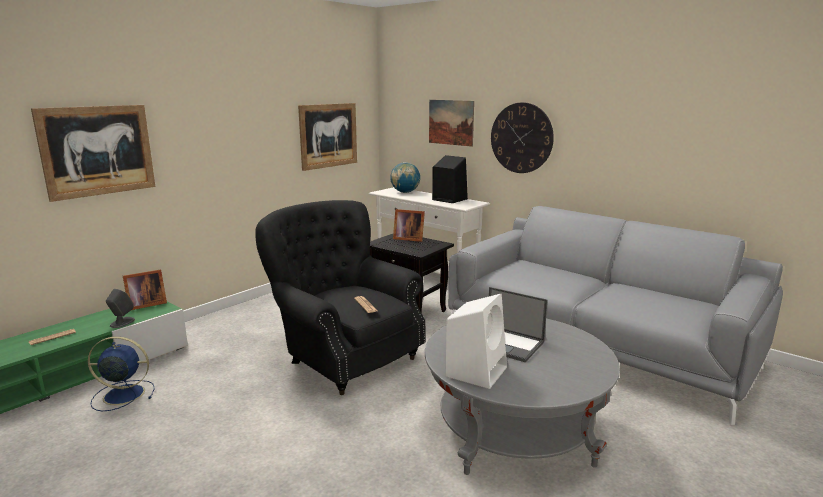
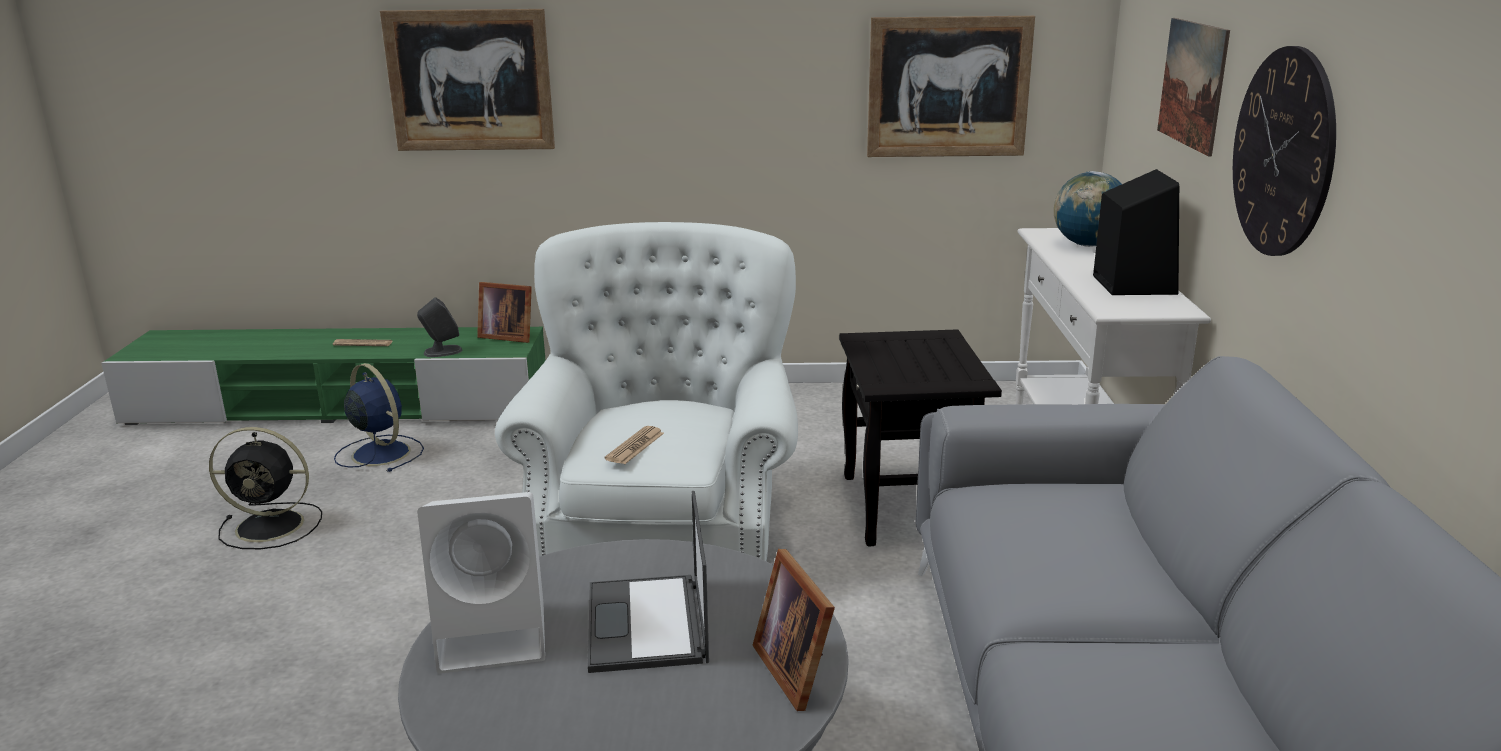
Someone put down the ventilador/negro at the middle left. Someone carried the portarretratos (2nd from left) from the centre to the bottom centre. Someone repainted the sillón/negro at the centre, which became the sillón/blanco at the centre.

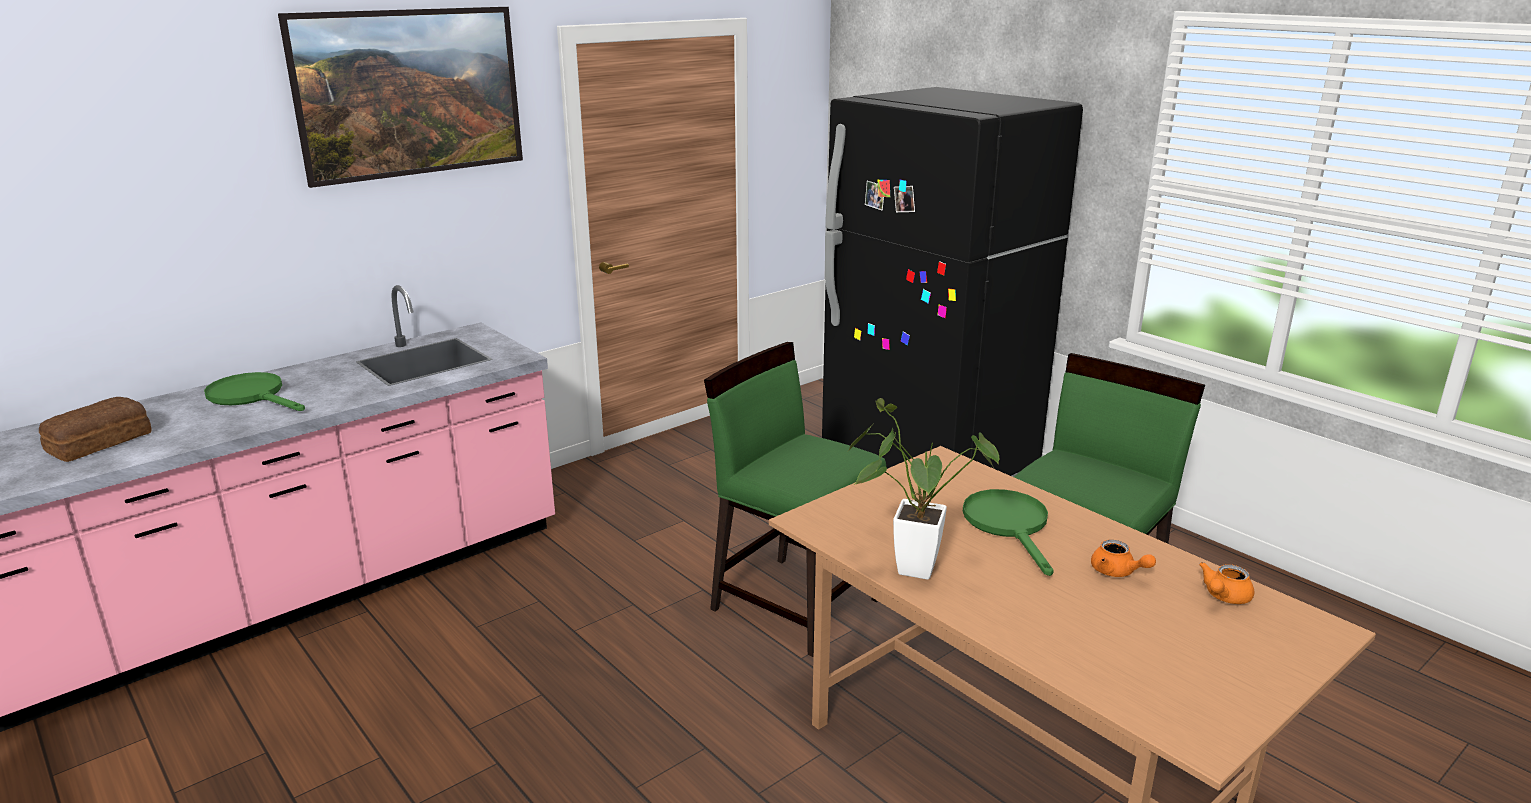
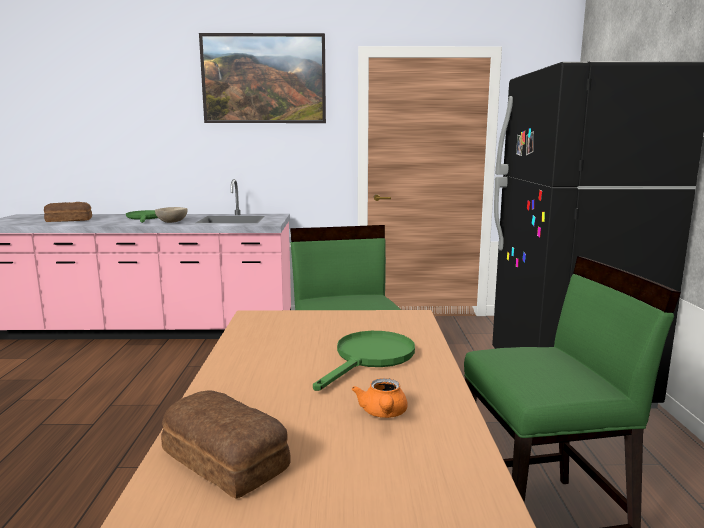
Someone took away the planta en maceta at the centre. Someone took away the tetera/naranja (2nd from left) at the bottom right. Someone put down the cuenco/beis at the middle left. Someone put down the pan (2nd from left) at the bottom left.

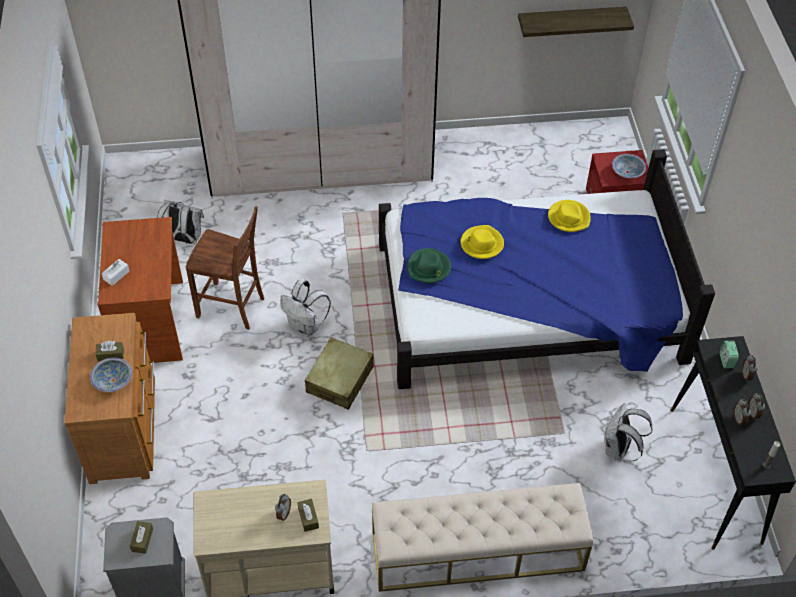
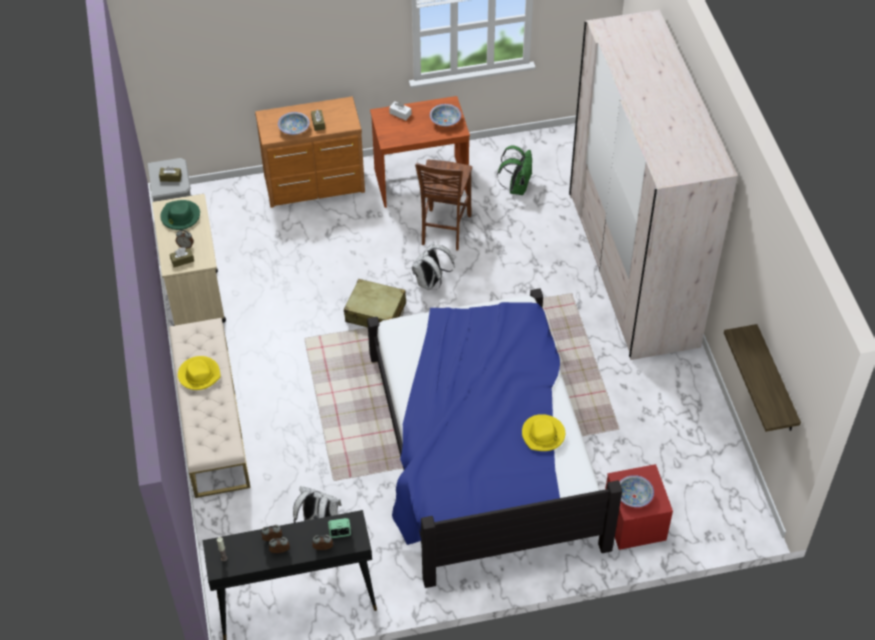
Someone put down the cuenco (2nd from left) at the top centre. Someone carried the sombrero/verde from the centre to the middle left. Someone carried the sombrero/amarillo (1st from left) from the centre to the middle left. Someone repainted the mochila/blanco (1st from left) at the middle left, which became the mochila/verde at the top centre.

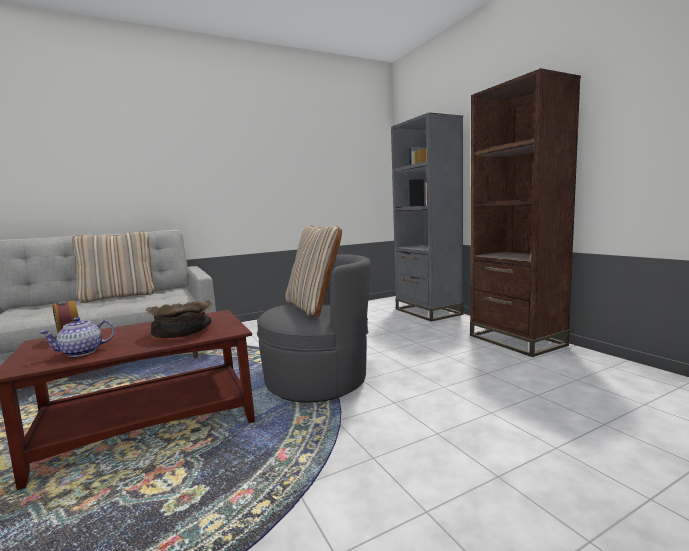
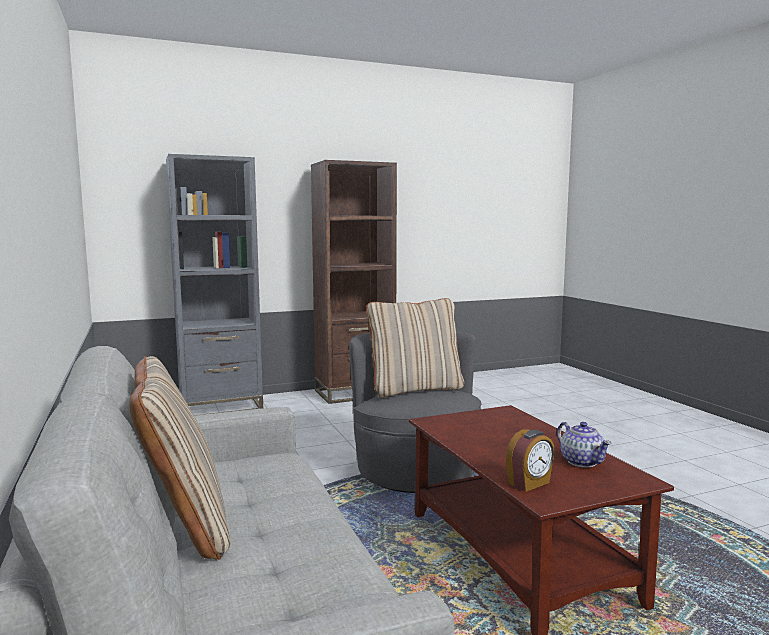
Someone took away the cuenco/marrón at the middle left.

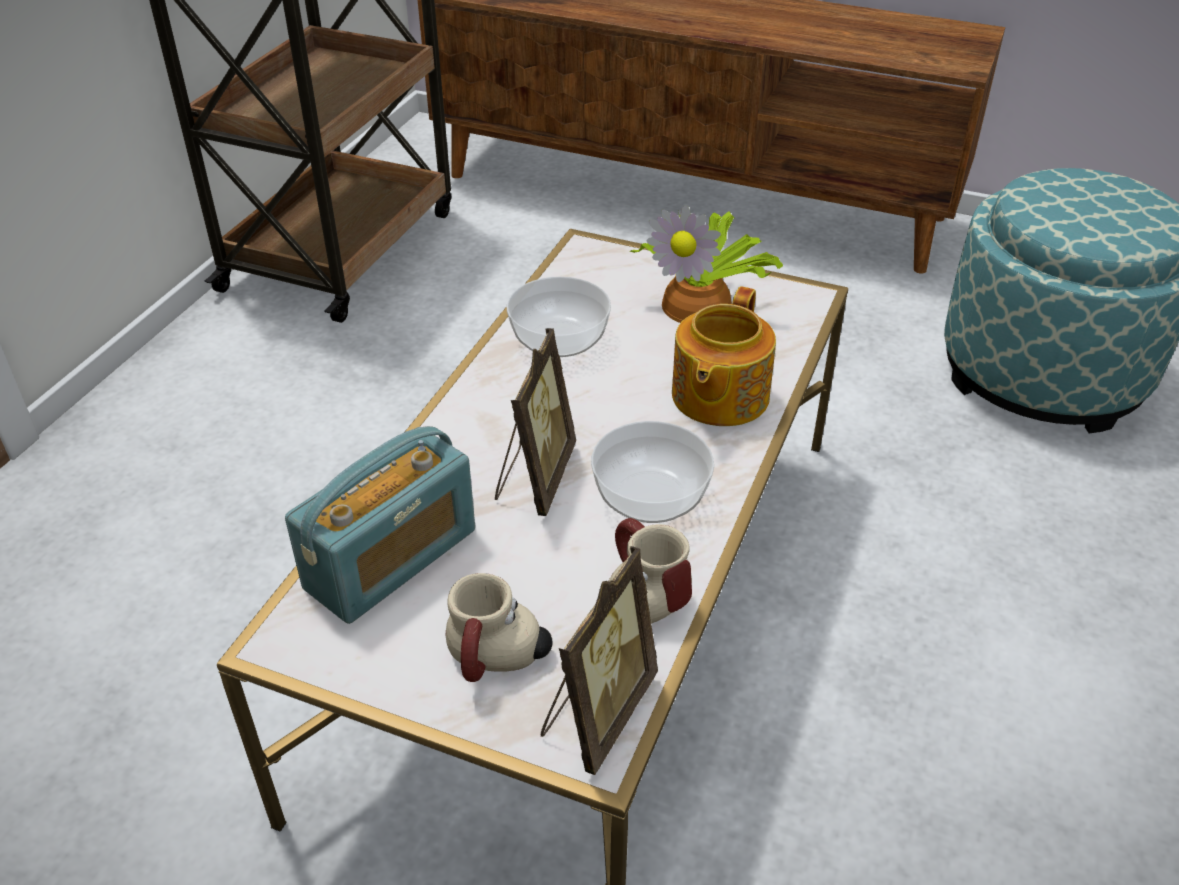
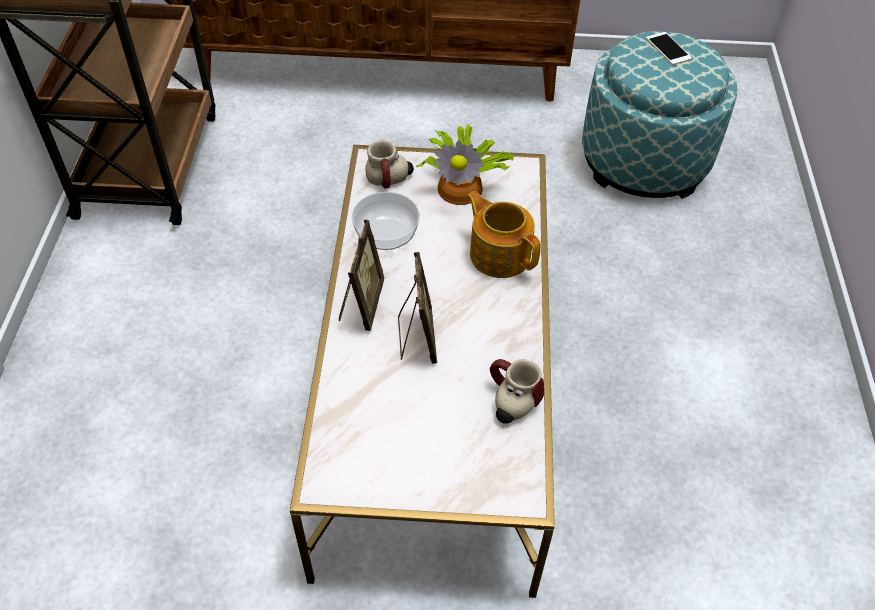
Someone took away the radio at the middle left. Someone took away the cuenco (2nd from left) at the centre. Someone put down the móvil at the top right. Someone carried the taza grande (1st from left) from the bottom centre to the top centre. Someone carried the portarretratos (2nd from left in the first image) from the bottom centre to the centre. Someone rotated the tetera at the centre by 135 degrees clockwise.

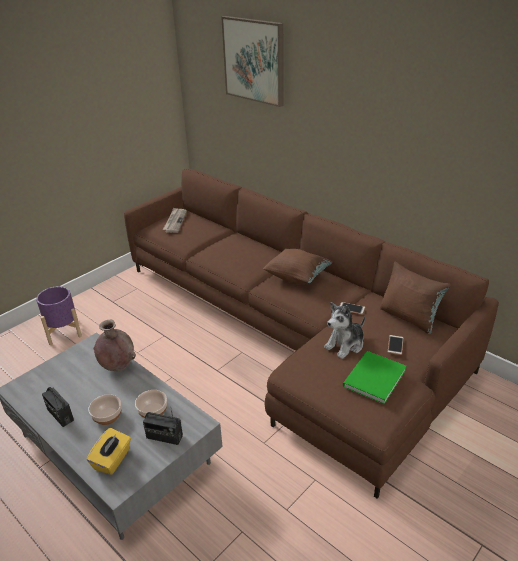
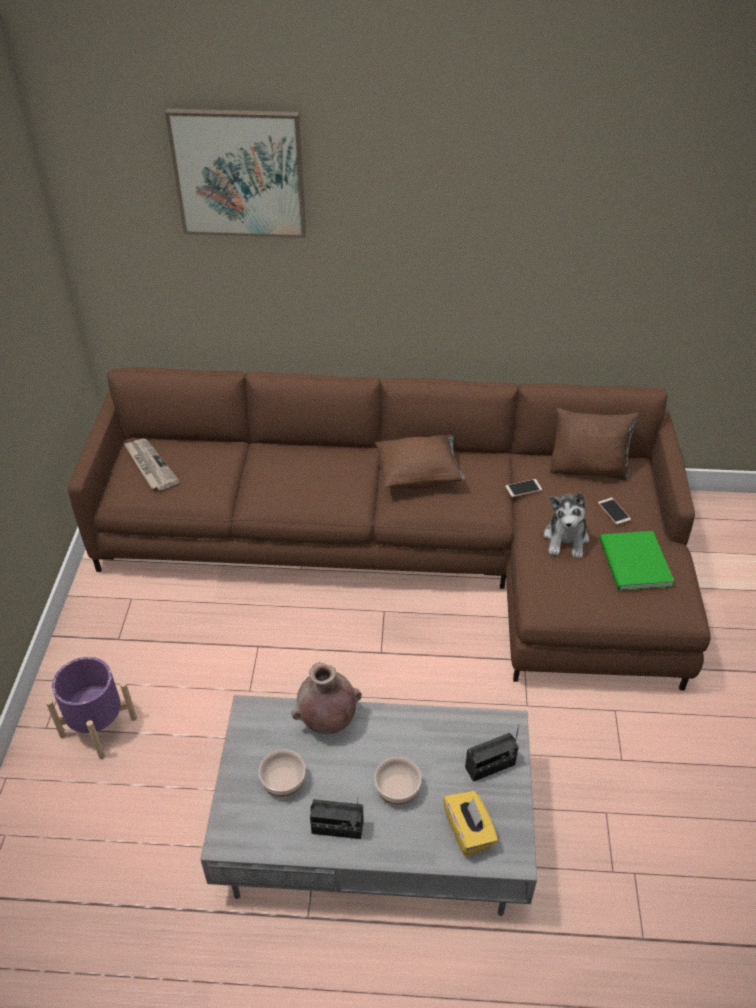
Someone carried the cuenco (2nd from left in the first image) from the bottom left to the bottom centre.

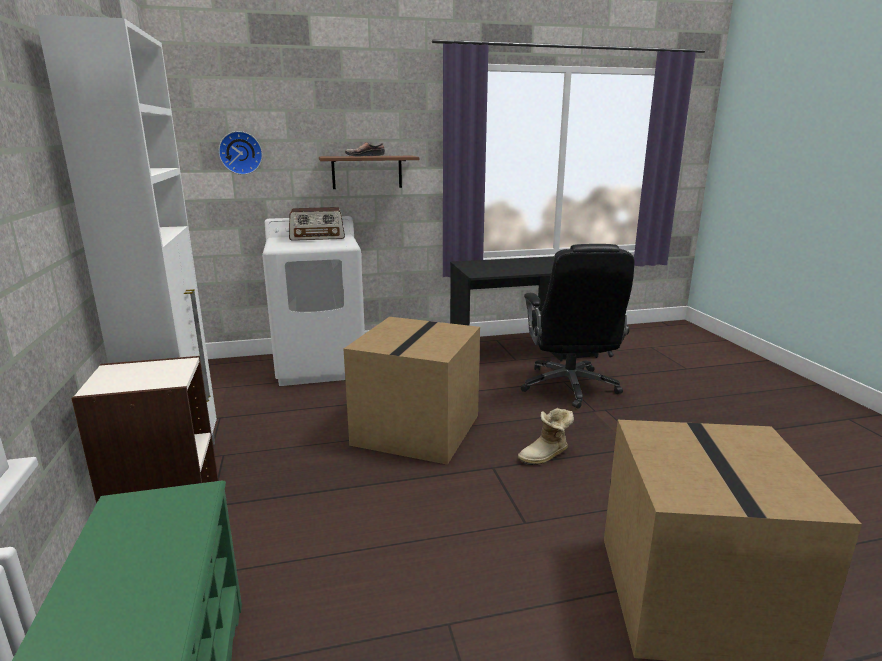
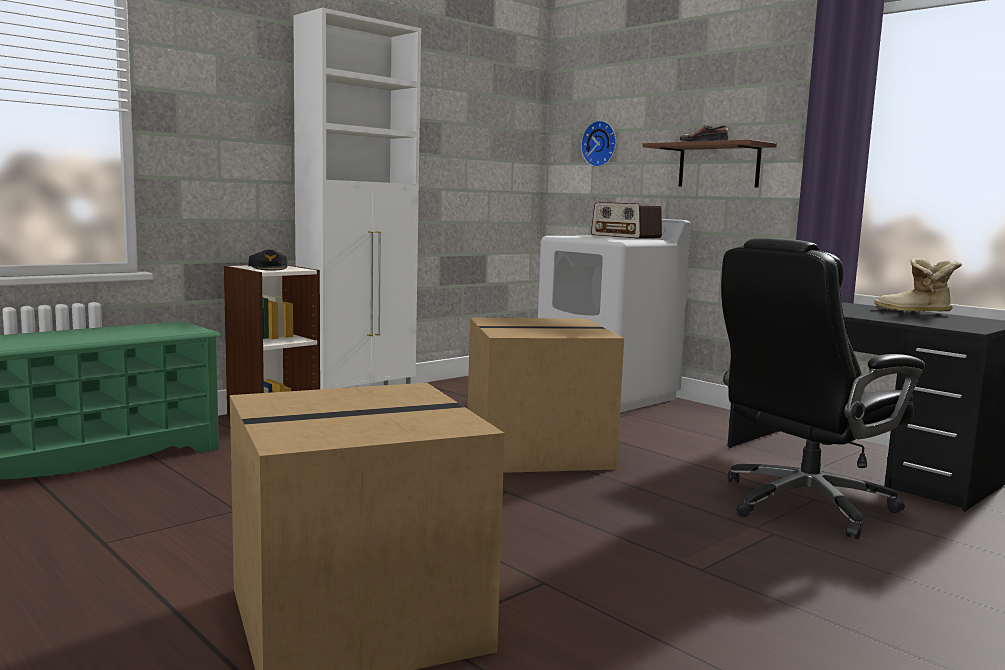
Someone put down the gorra/negro at the middle left. Someone carried the bota from the centre to the middle right.

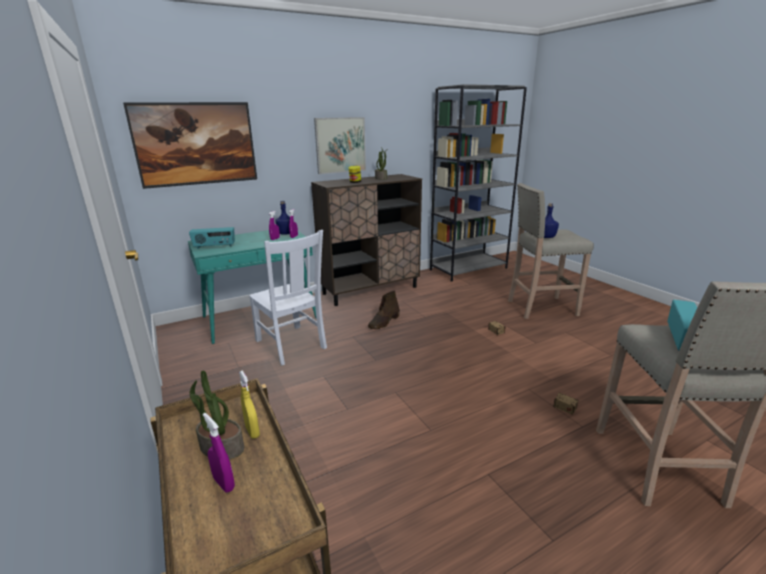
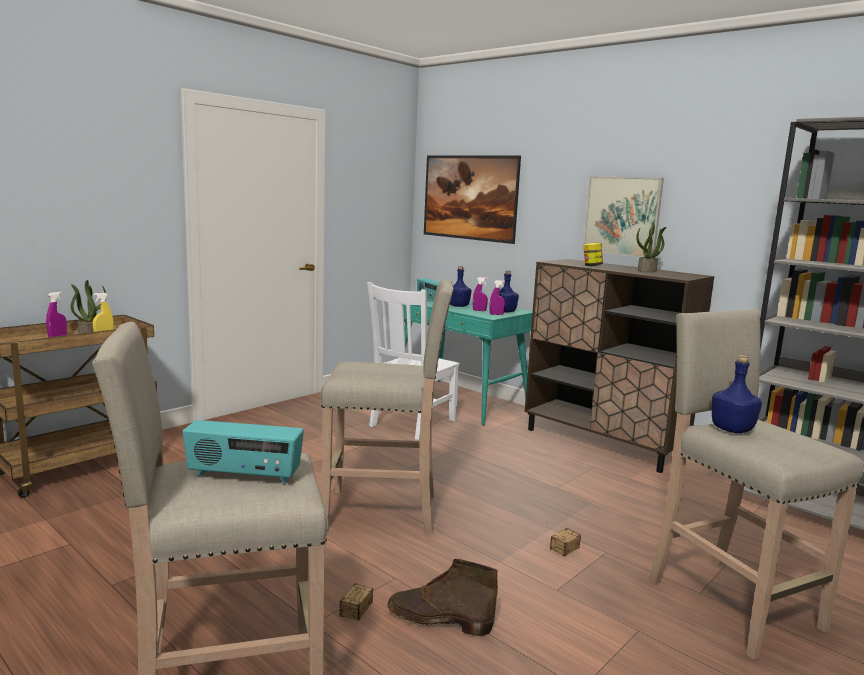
Someone put down the taburete/beis (2nd from left) at the centre. Someone put down the botella/azul (1st from left) at the centre. Someone carried the bota/marrón from the centre to the bottom centre.

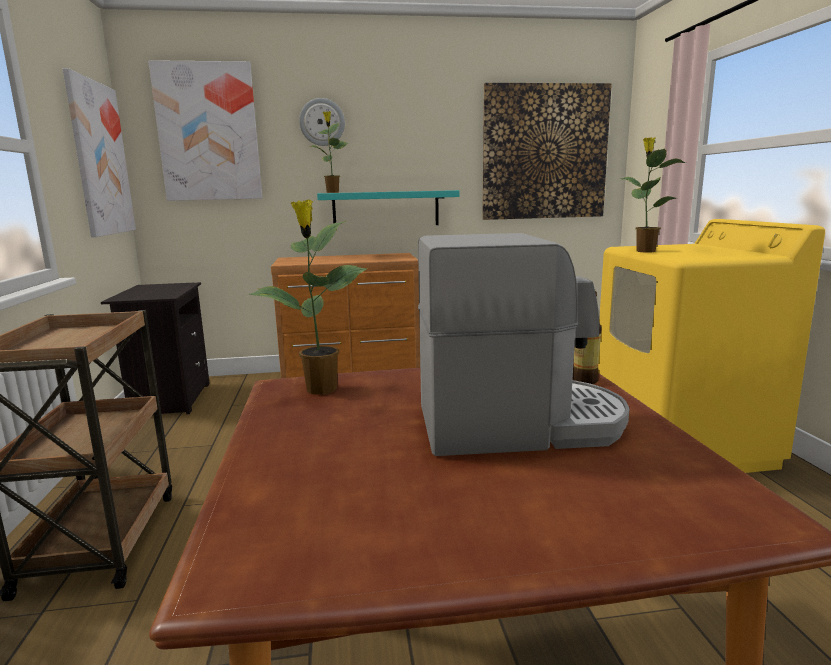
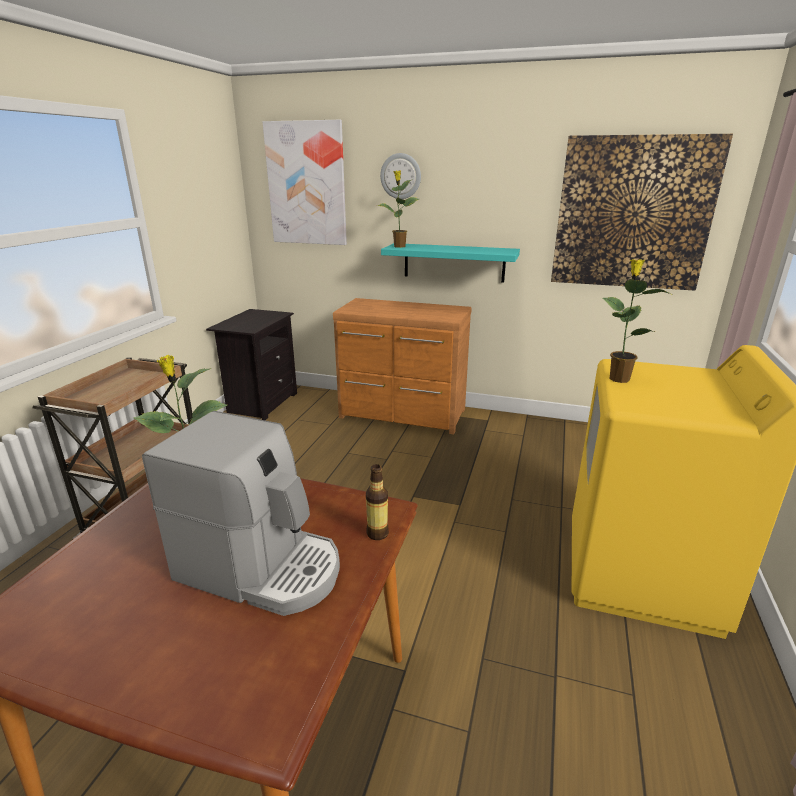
Someone took away the cuadro (1st from left) at the top left.

